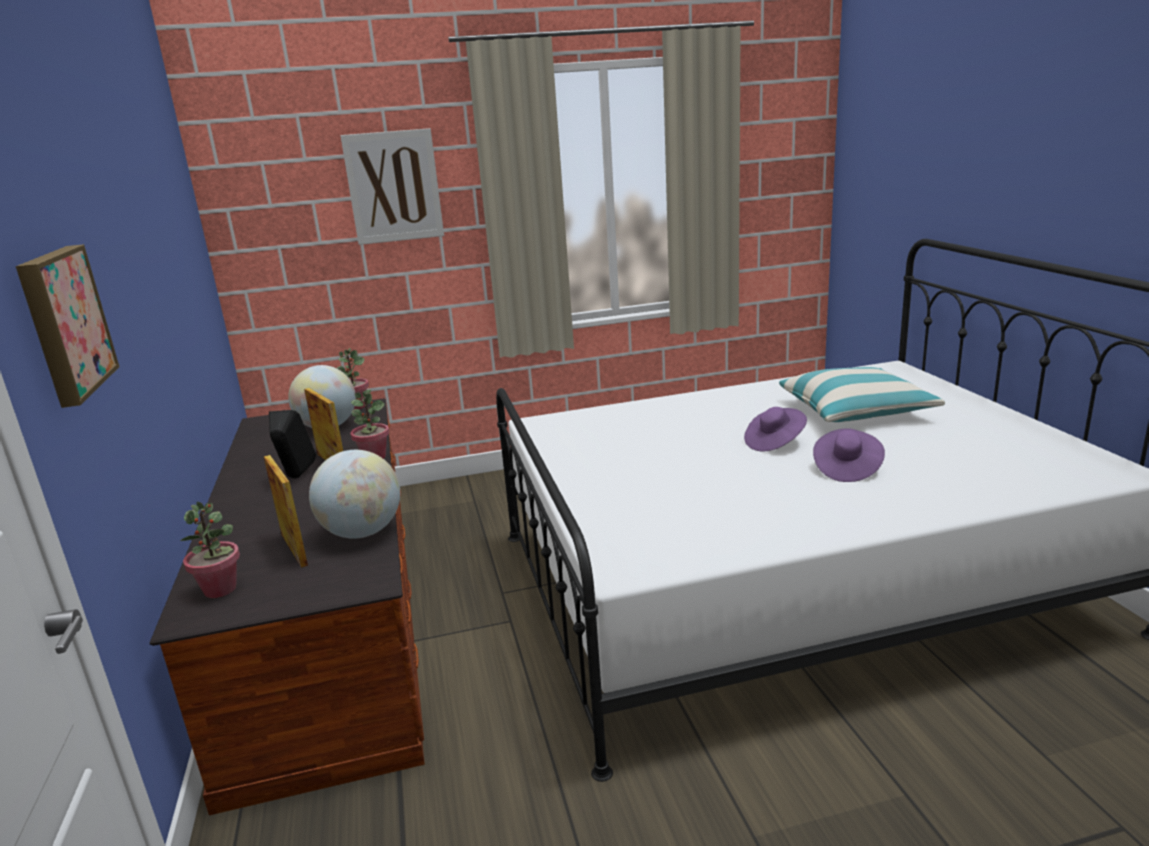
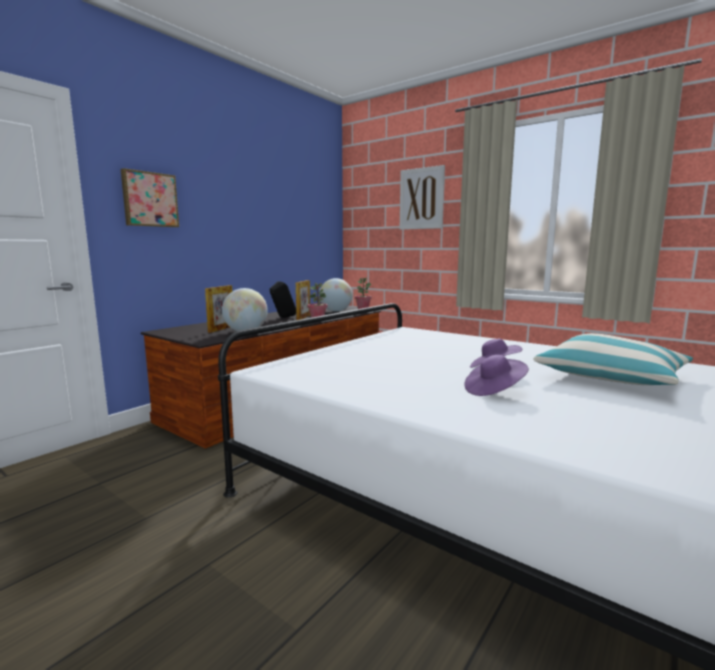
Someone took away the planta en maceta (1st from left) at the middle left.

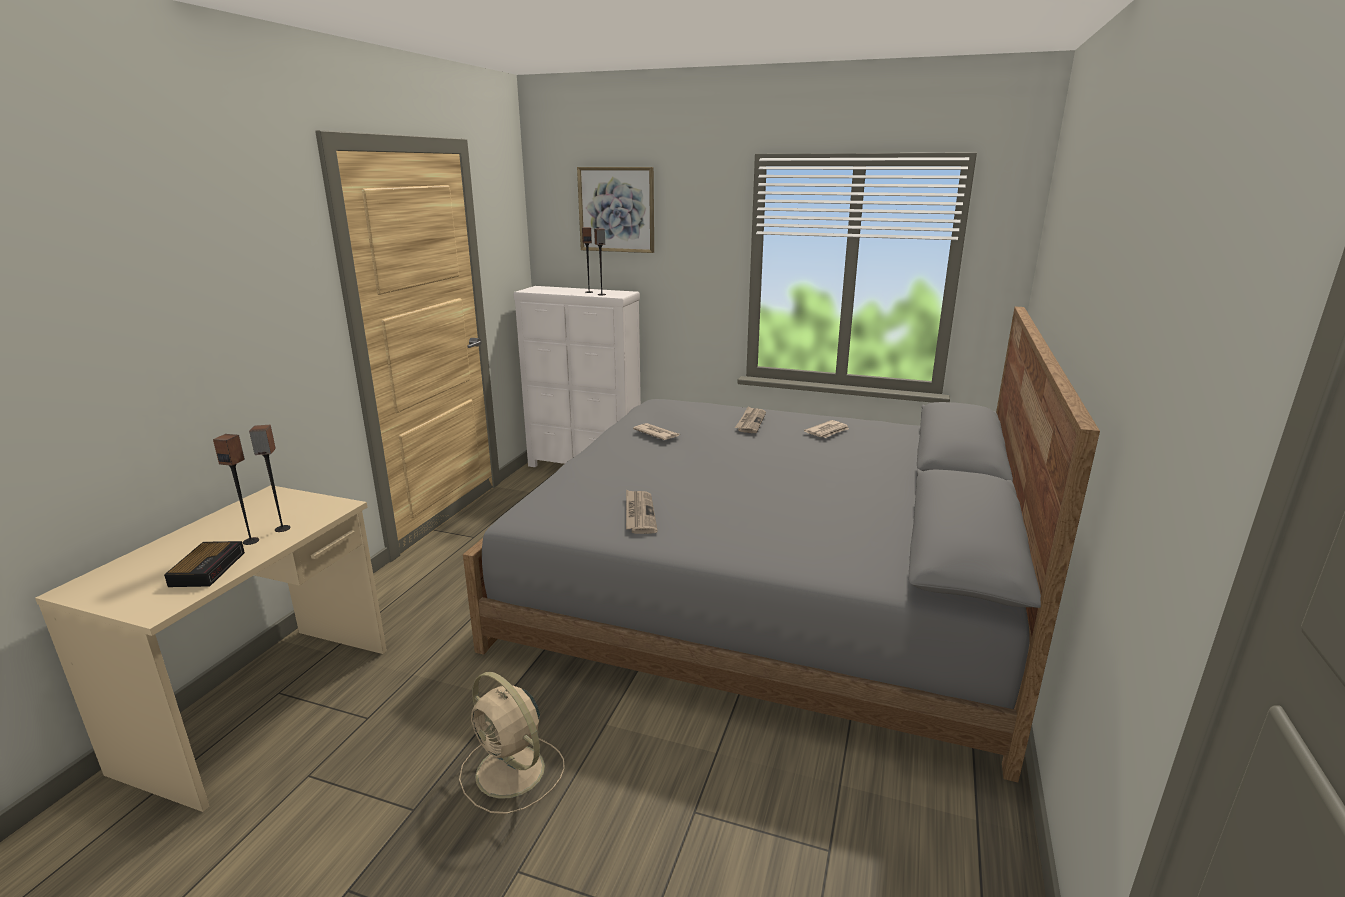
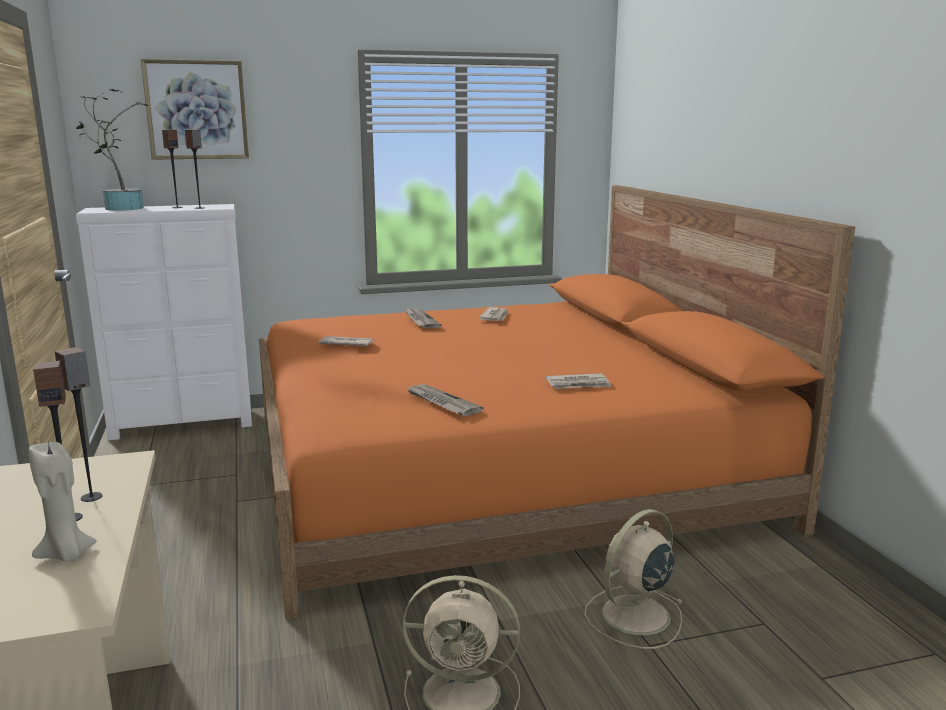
Someone put down the planta en maceta at the top left. Someone put down the periódico (5th from left) at the centre. Someone put down the ventilador/beis (2nd from left) at the bottom right. Someone swapped the despertador at the middle left for the vela/beis at the bottom left. Someone repainted the cama/gris at the centre, which became the cama/naranja at the centre.

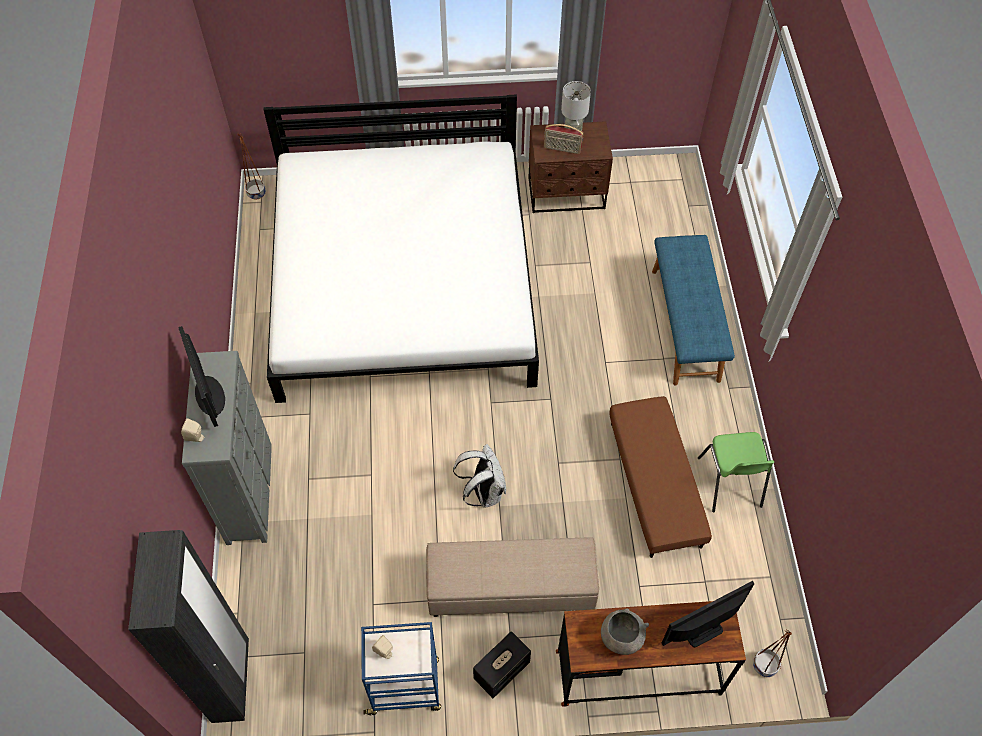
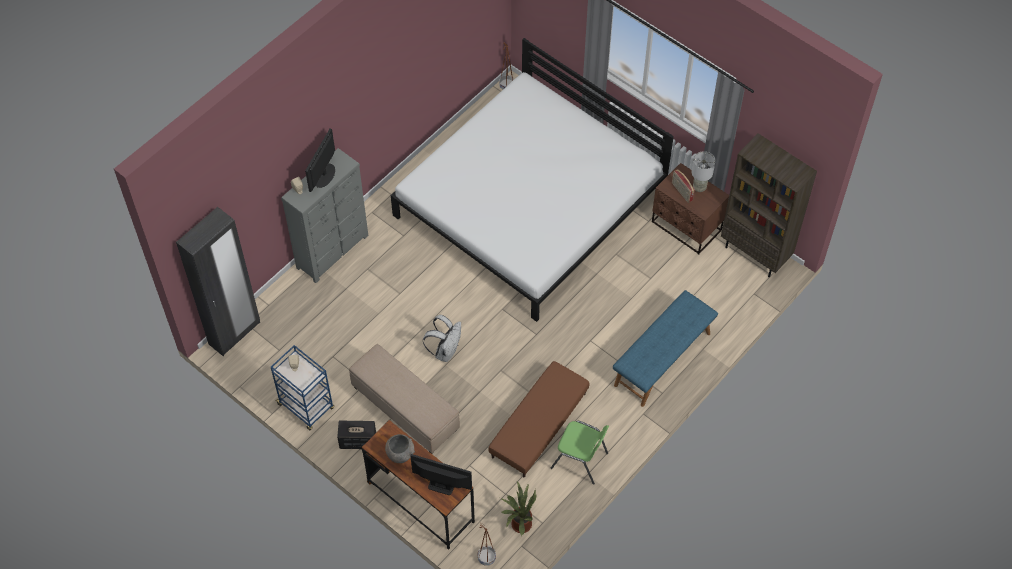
Someone put down the planta en maceta at the bottom centre. Someone put down the estantería/marrón at the middle right. Someone rotated the silla/verde at the middle right by 105 degrees counterclockwise.

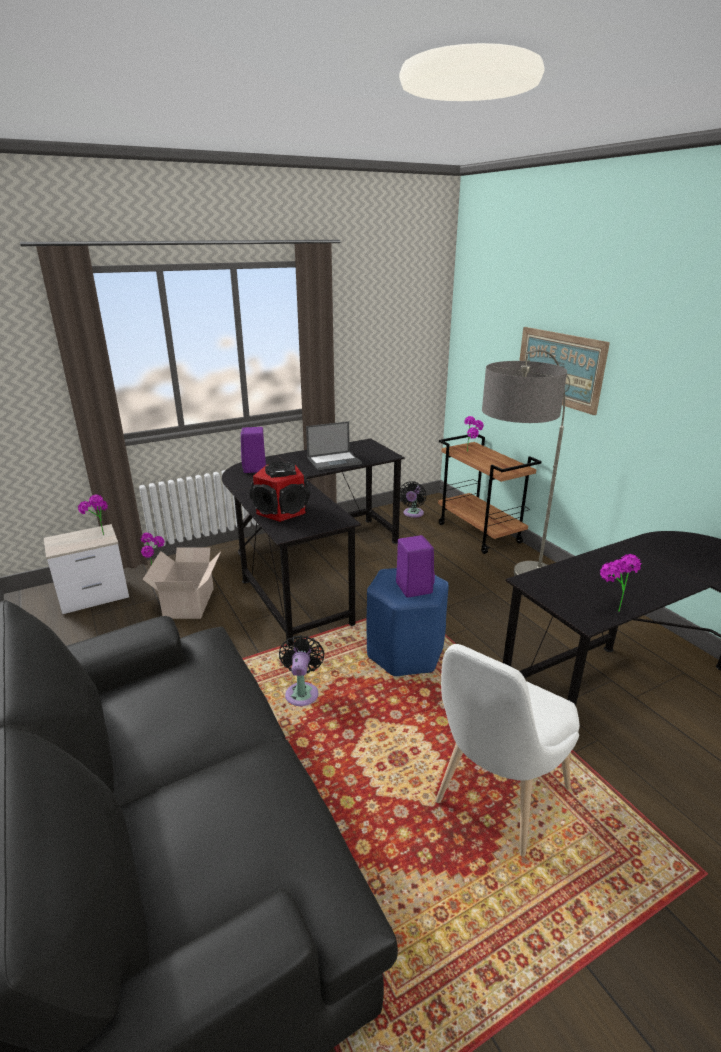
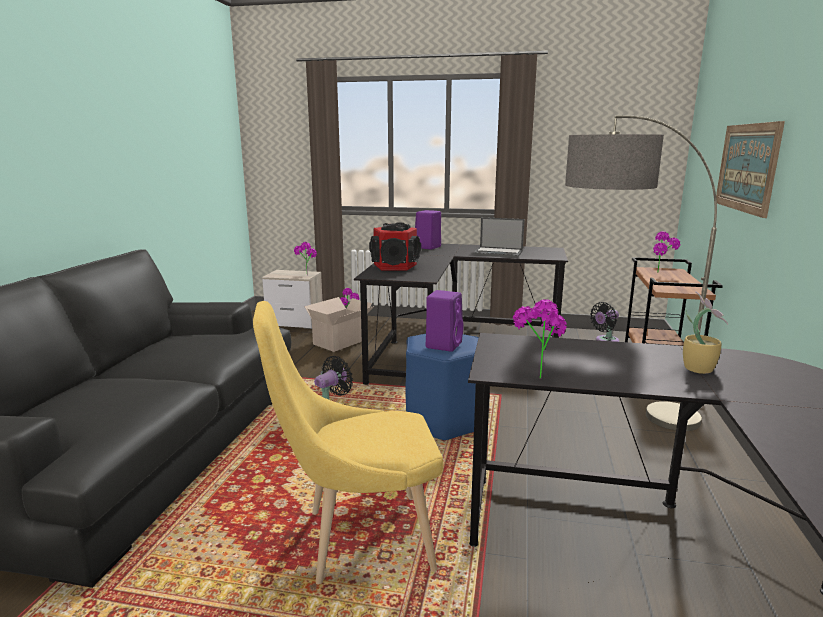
Someone put down the planta en maceta (5th from left) at the middle right. Someone repainted the silla/blanco at the bottom right, which became the silla/amarillo at the bottom centre.

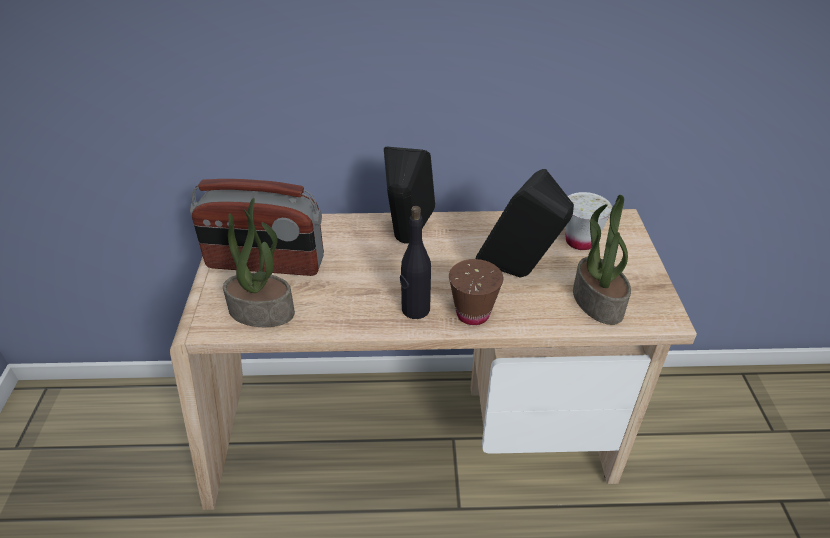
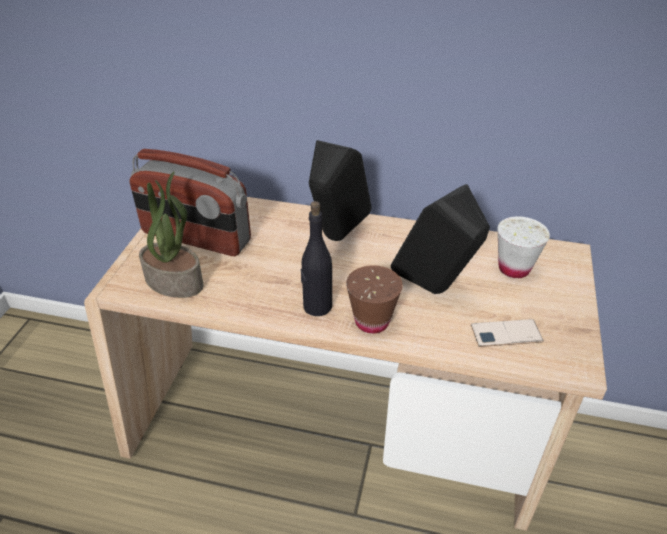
Someone swapped the planta en maceta (2nd from left) at the middle right for the móvil at the middle right.

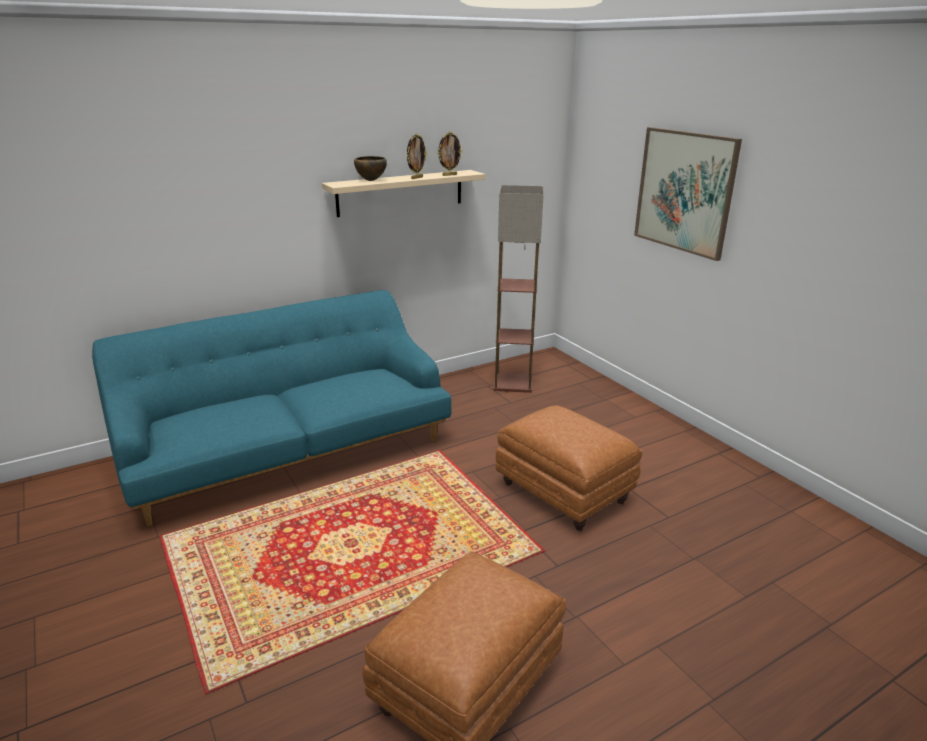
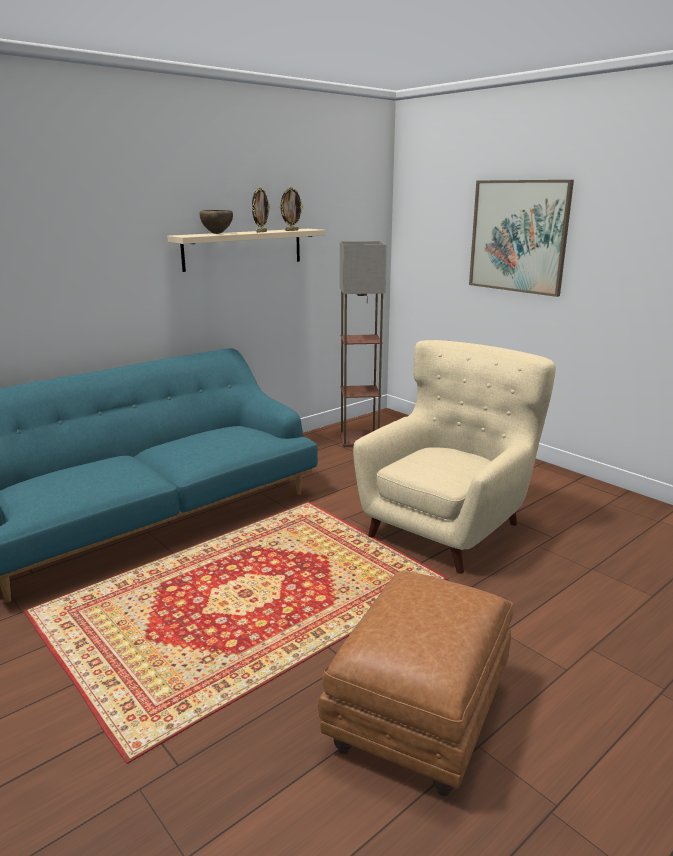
Someone swapped the puf/marrón (2nd from left) at the centre for the sillón/beis at the middle right.

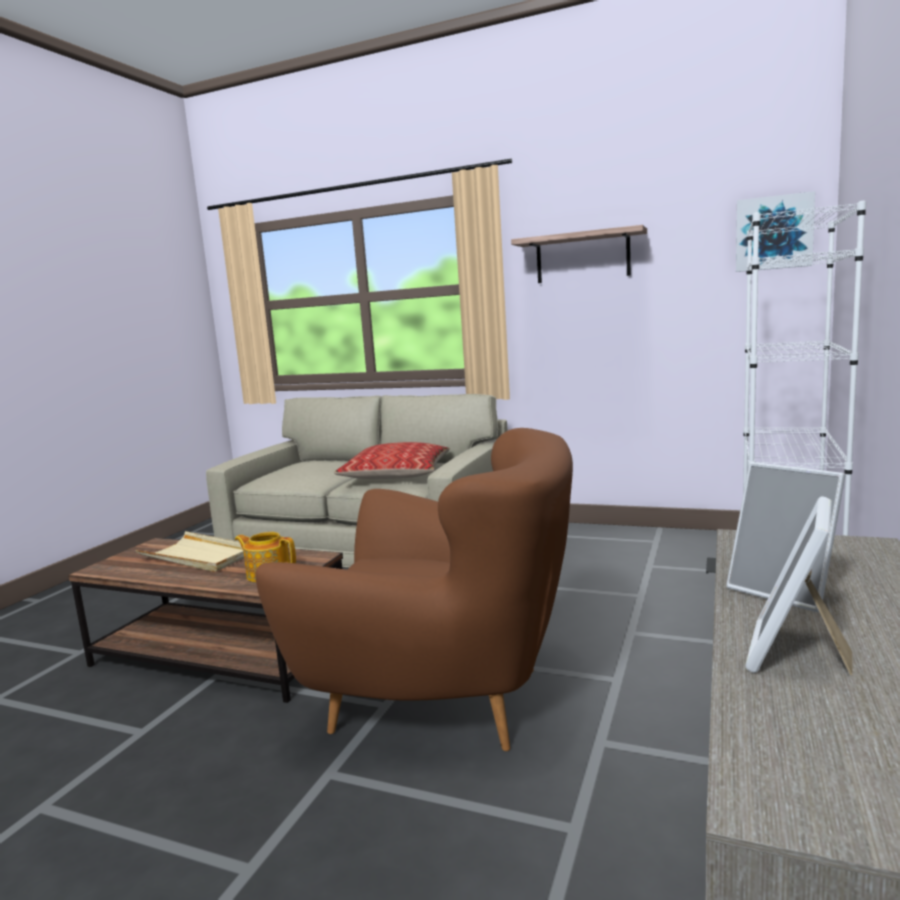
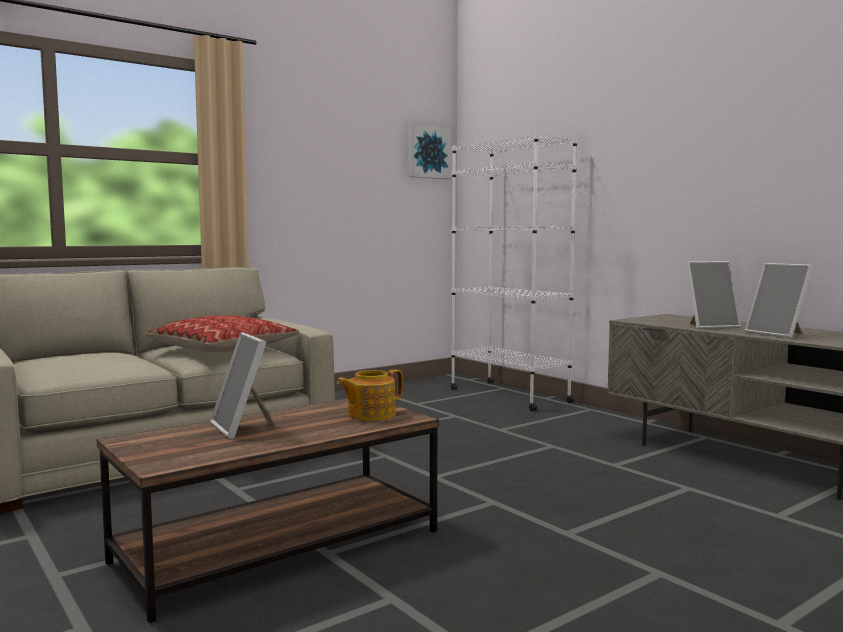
Someone took away the sillón/marrón at the centre. Someone took away the estante at the top centre. Someone swapped the bandeja/beis at the middle left for the portarretratos (1st from left) at the middle left.

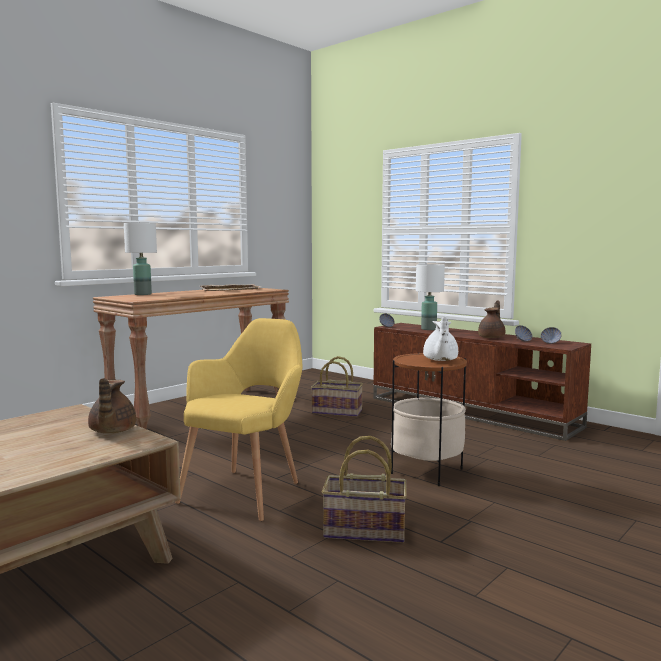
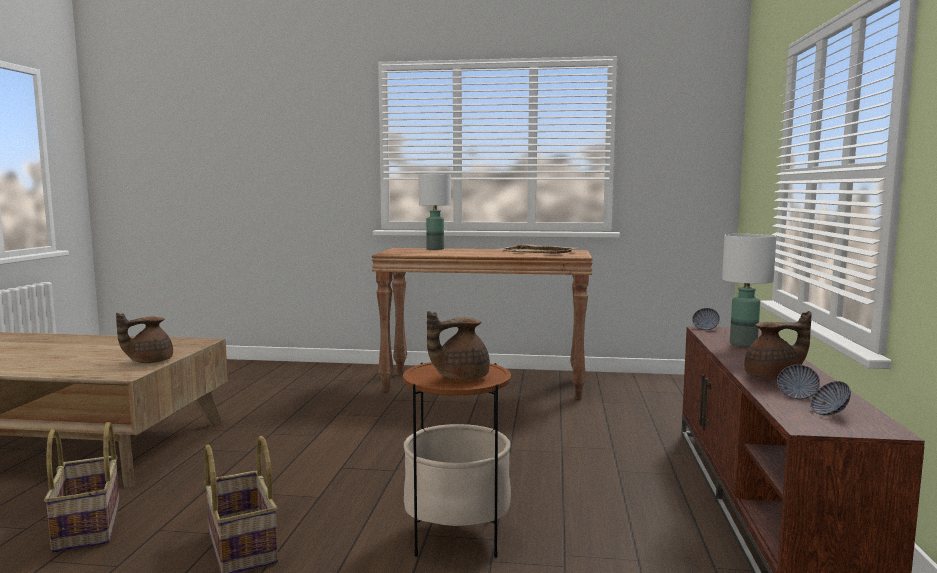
Someone took away the sillón/amarillo at the centre. Someone carried the cesta (1st from left) from the centre to the bottom left. Someone repainted the tetera/blanco at the centre, which became the tetera/marrón (2nd from left) at the centre.

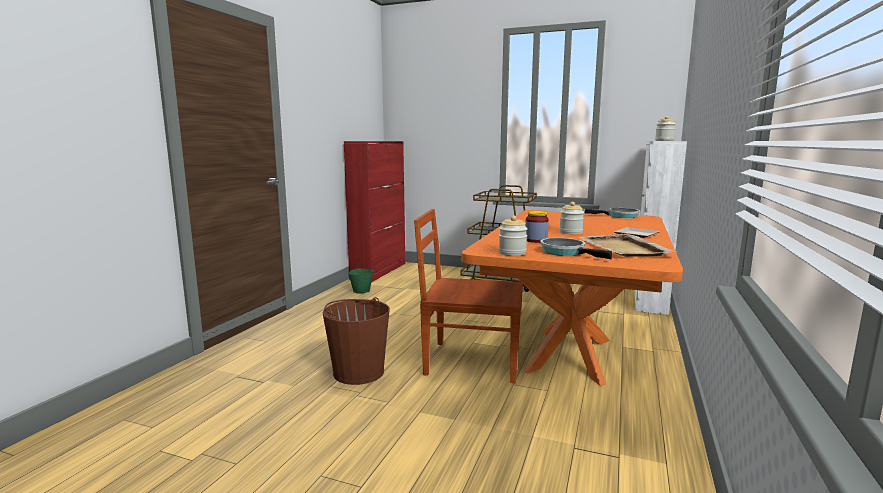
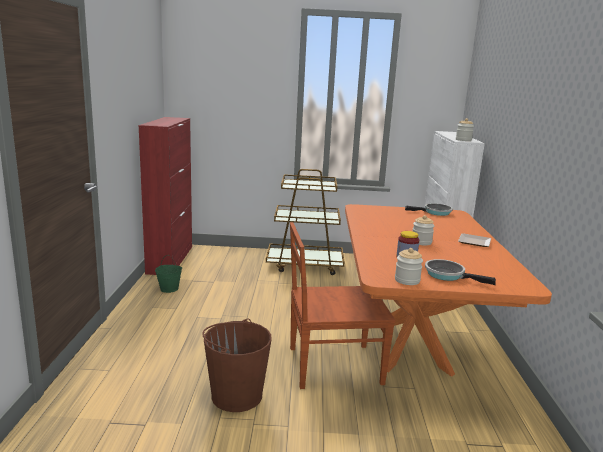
Someone took away the bandeja/beis at the middle right.

